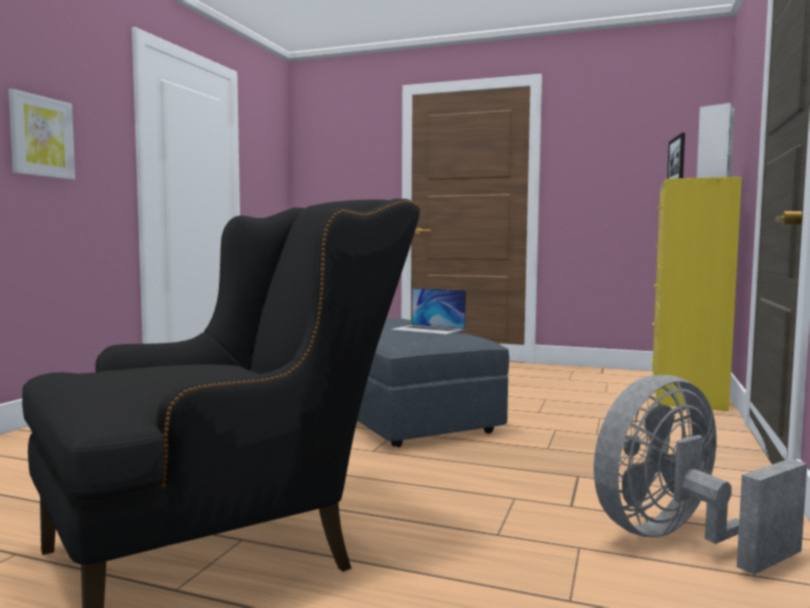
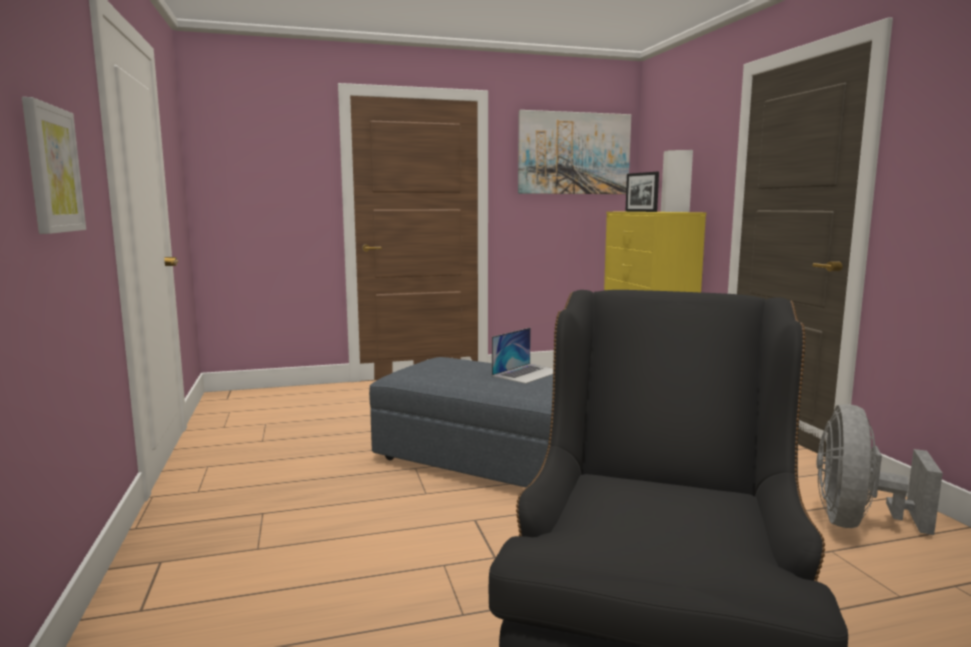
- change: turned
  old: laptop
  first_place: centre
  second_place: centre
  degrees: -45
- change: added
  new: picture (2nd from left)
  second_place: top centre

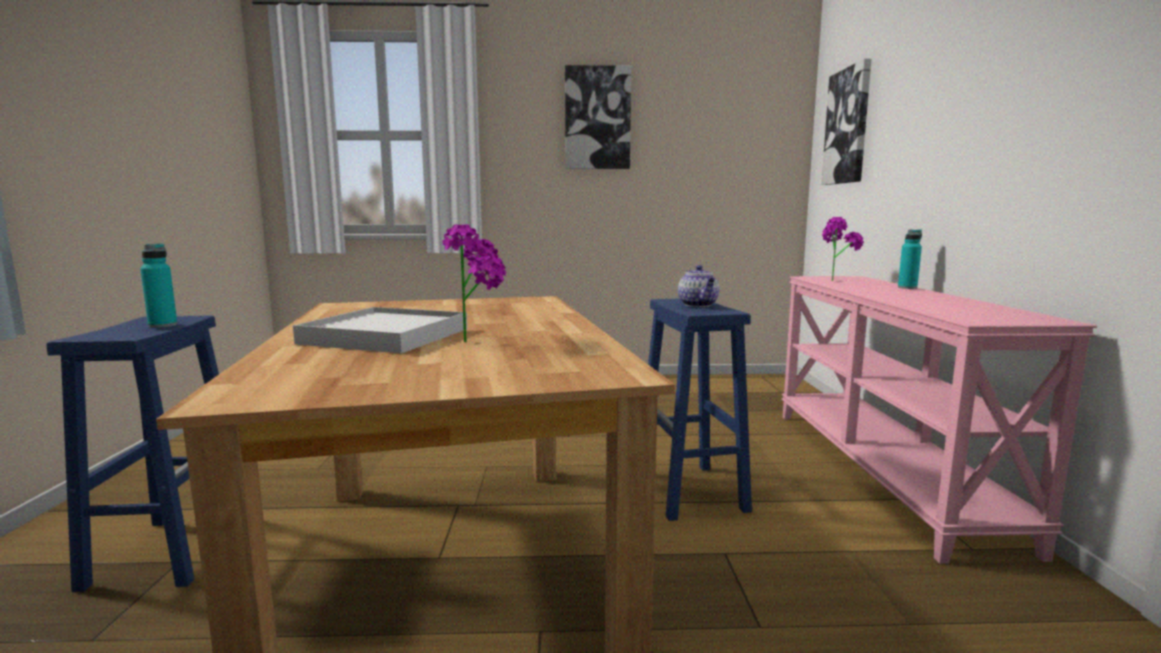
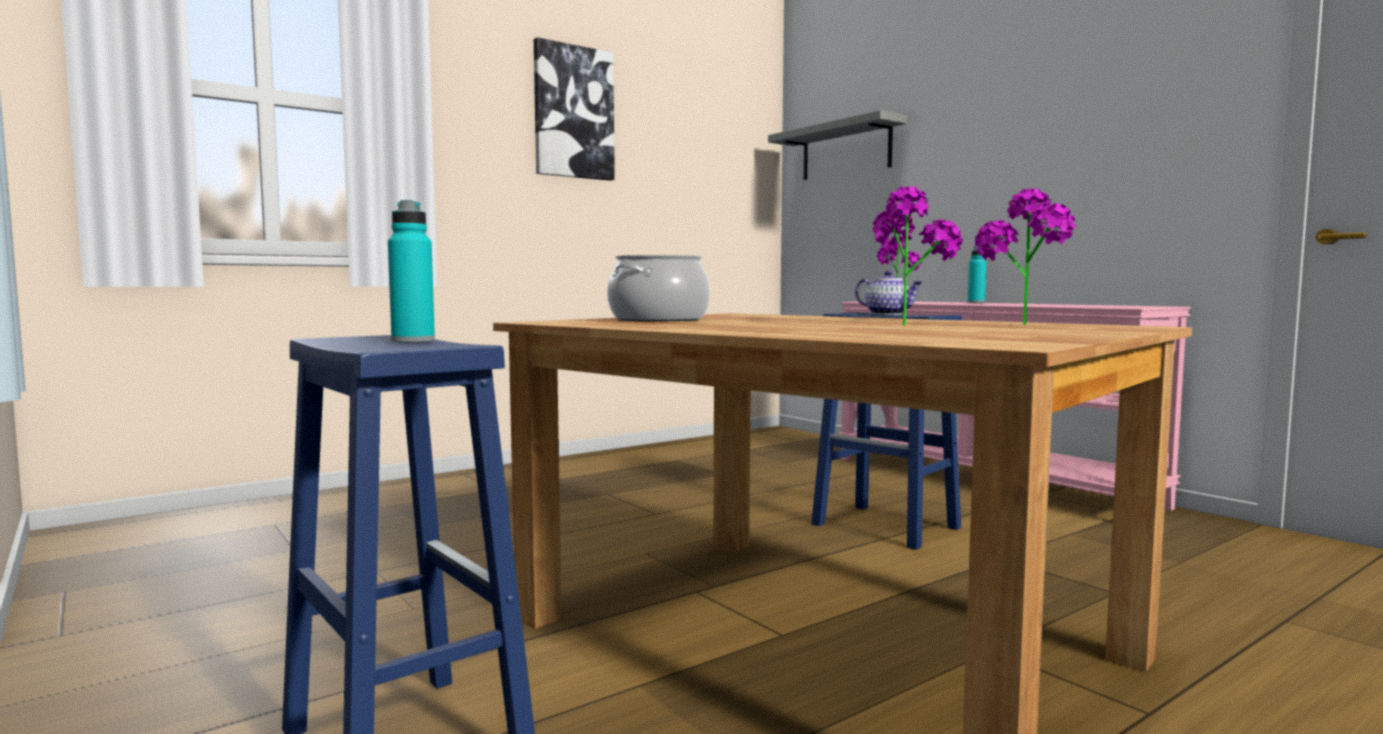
- change: replaced
  old: picture (2nd from left)
  new: shelf (grey)
  first_place: top right
  second_place: top centre
- change: removed
  old: tray (white)
  first_place: middle left
- change: added
  new: potted plant (3rd from left)
  second_place: middle right
- change: added
  new: cooking pot
  second_place: centre

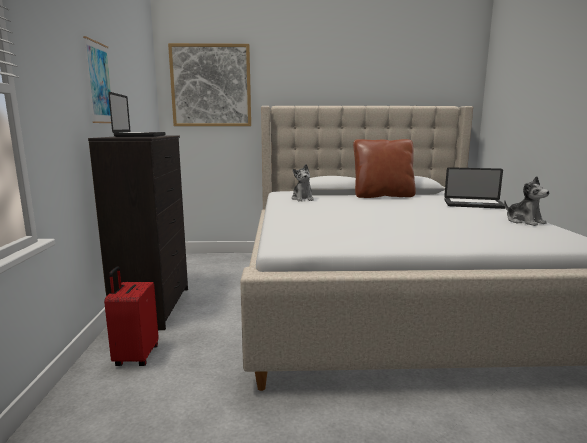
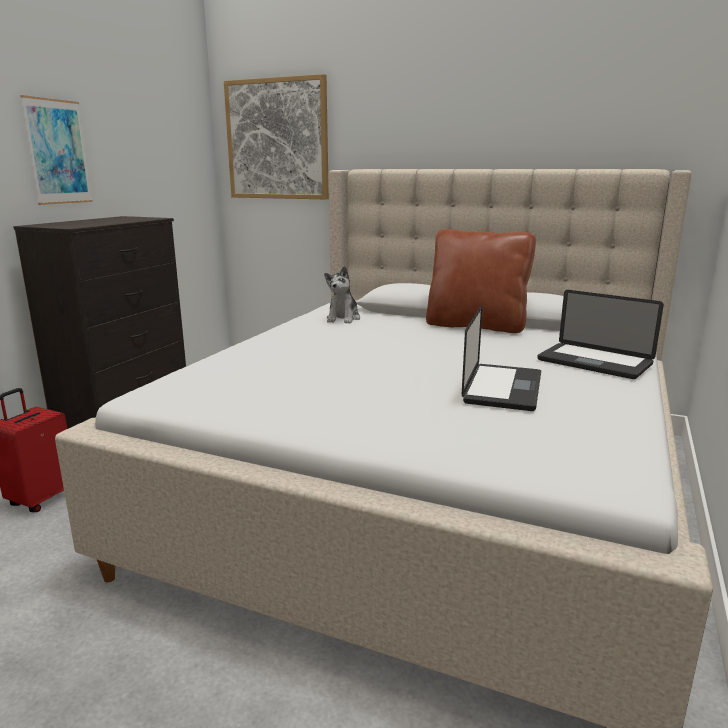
- change: moved
  old: laptop (1st from left)
  first_place: top left
  second_place: middle right
- change: removed
  old: plush toy (2nd from left)
  first_place: middle right

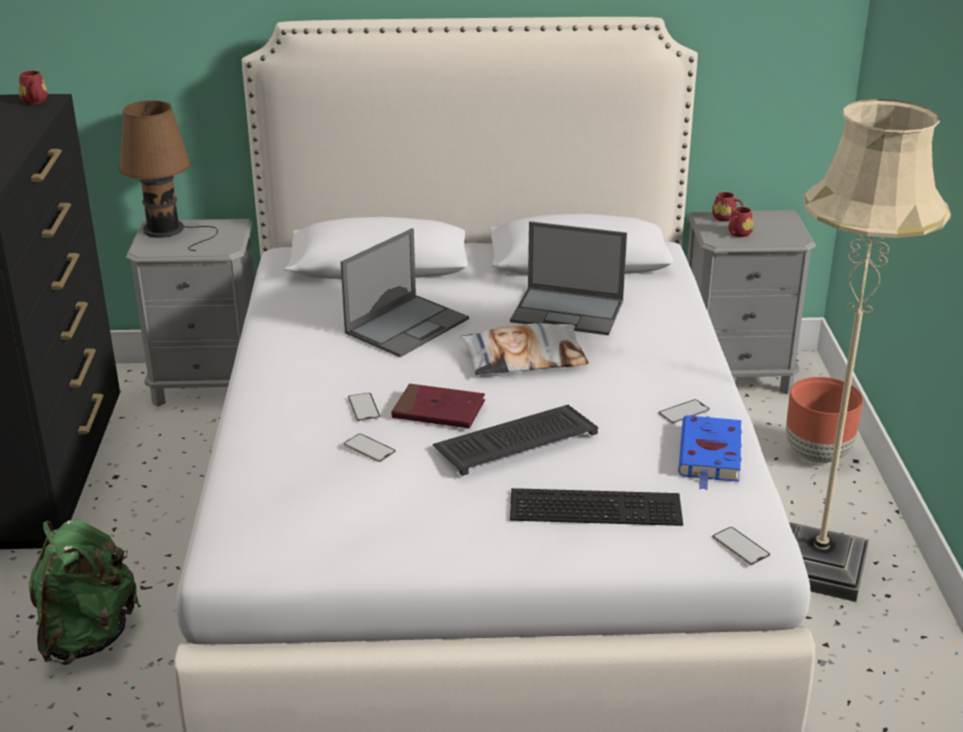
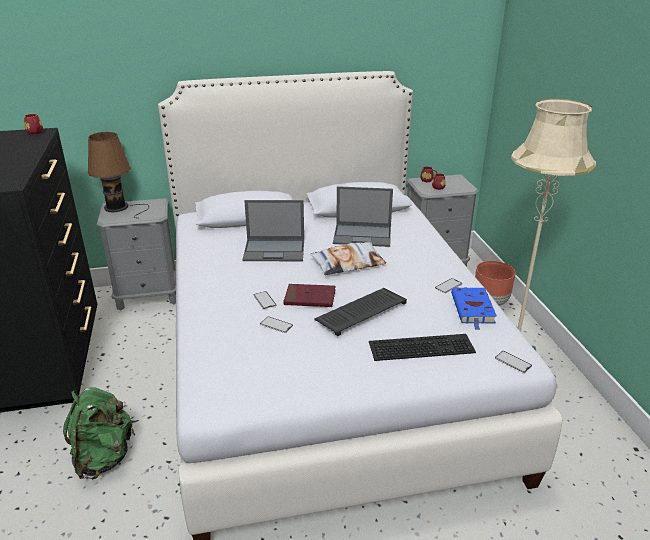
- change: turned
  old: laptop (1st from left)
  first_place: centre
  second_place: centre
  degrees: 60

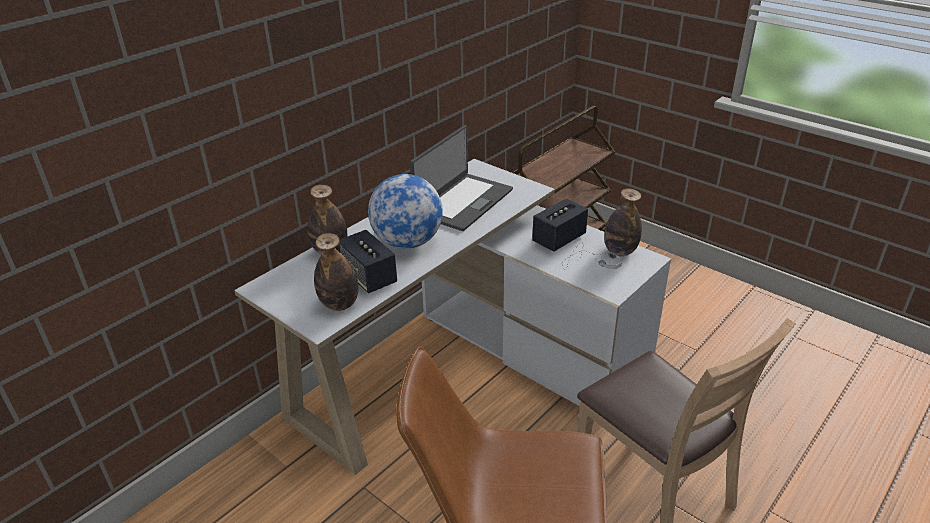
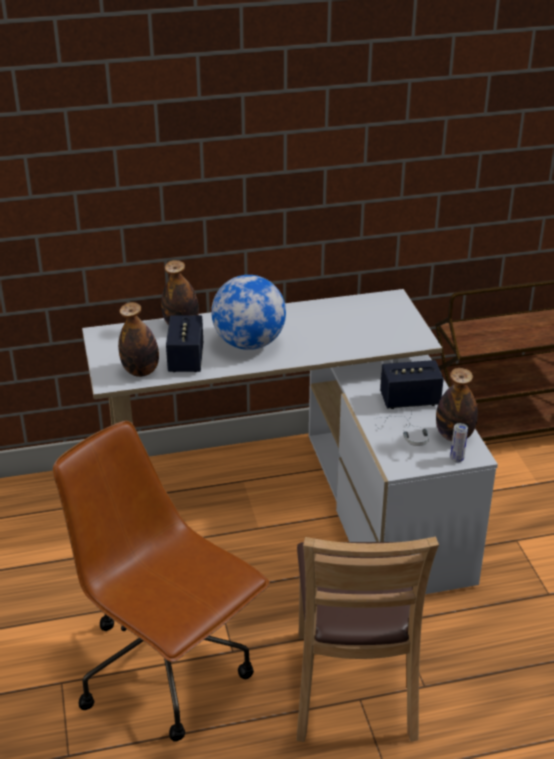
- change: removed
  old: laptop
  first_place: centre
- change: added
  new: can
  second_place: middle right

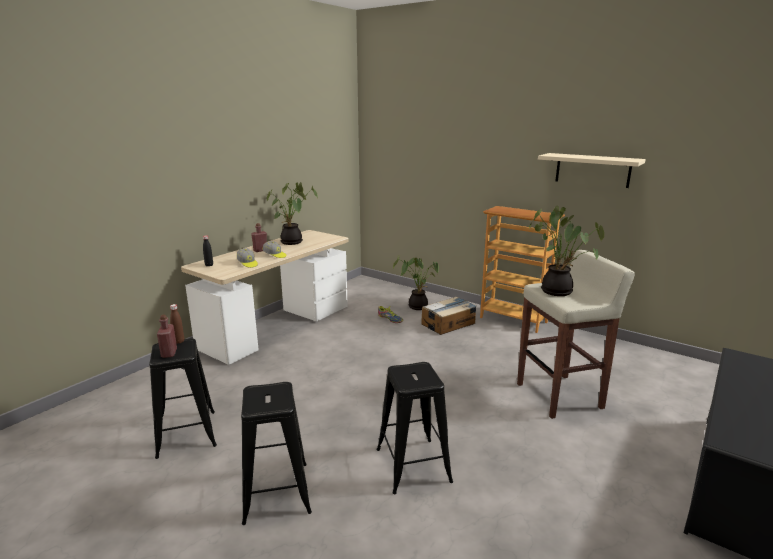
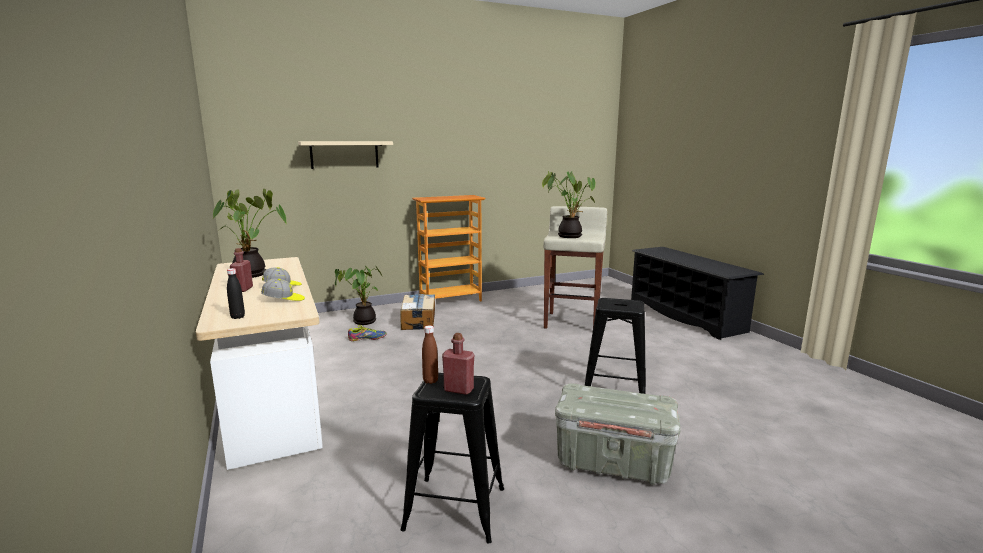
- change: moved
  old: shelf (beige)
  first_place: top right
  second_place: top centre
- change: replaced
  old: stool (black) (2nd from left)
  new: storage box (grey)
  first_place: bottom centre
  second_place: bottom centre

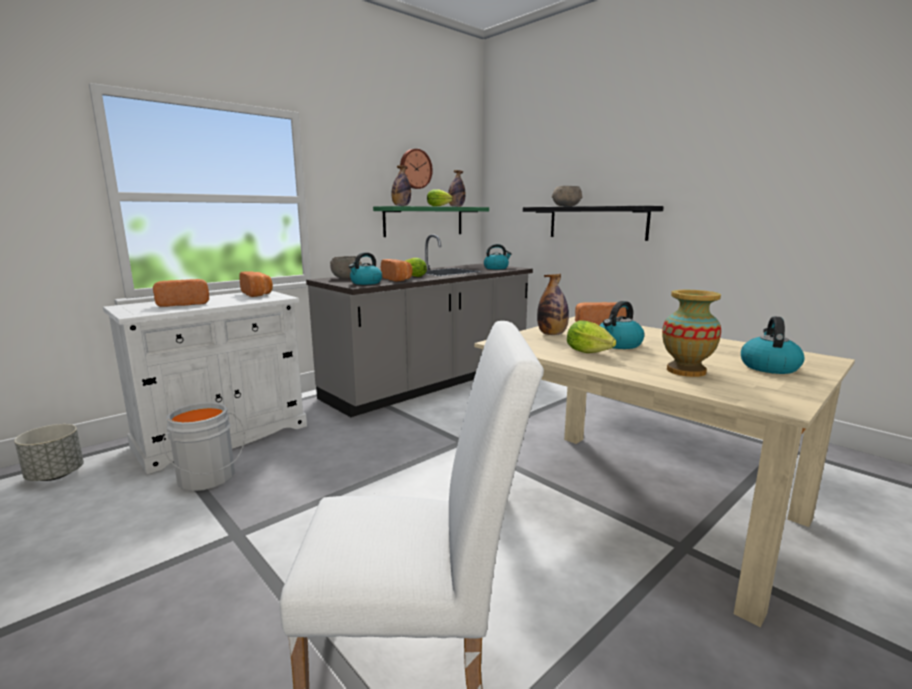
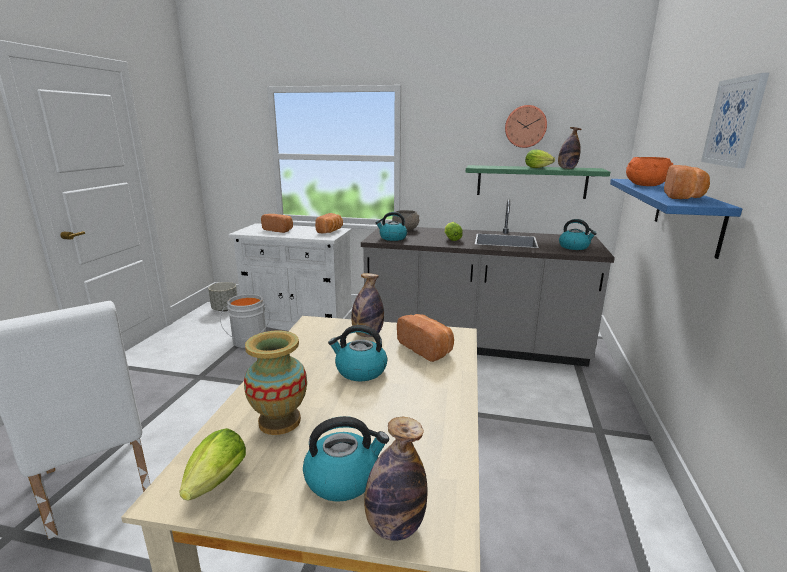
- change: moved
  old: bottle (1st from left in the first image)
  new: bottle (2nd from left)
  first_place: top centre
  second_place: bottom centre
- change: recoloured
  old: bowl (grey) (2nd from left)
  new: bowl (orange)
  first_place: top centre
  second_place: top right
- change: recoloured
  old: shelf (black)
  new: shelf (blue)
  first_place: top centre
  second_place: middle right
- change: moved
  old: bread (3rd from left in the first image)
  new: bread (4th from left)
  first_place: centre
  second_place: top right
- change: moved
  old: lettuce (3rd from left in the first image)
  new: lettuce (1st from left)
  first_place: centre
  second_place: bottom left
- change: added
  new: picture
  second_place: top right

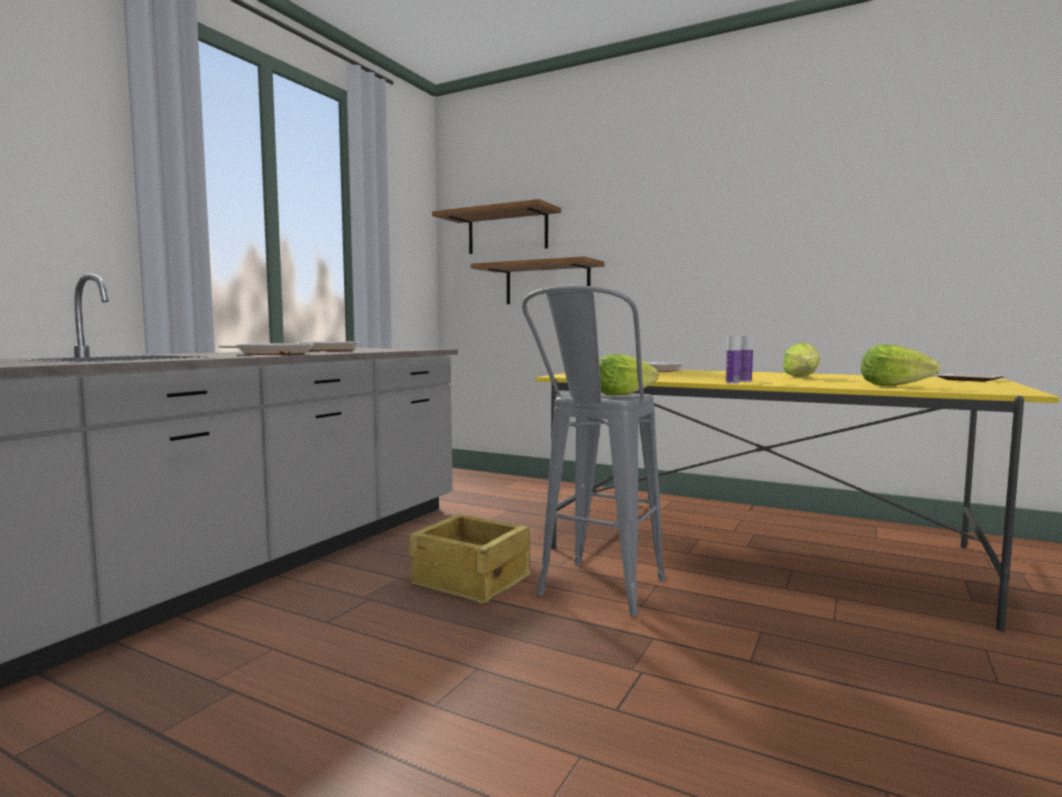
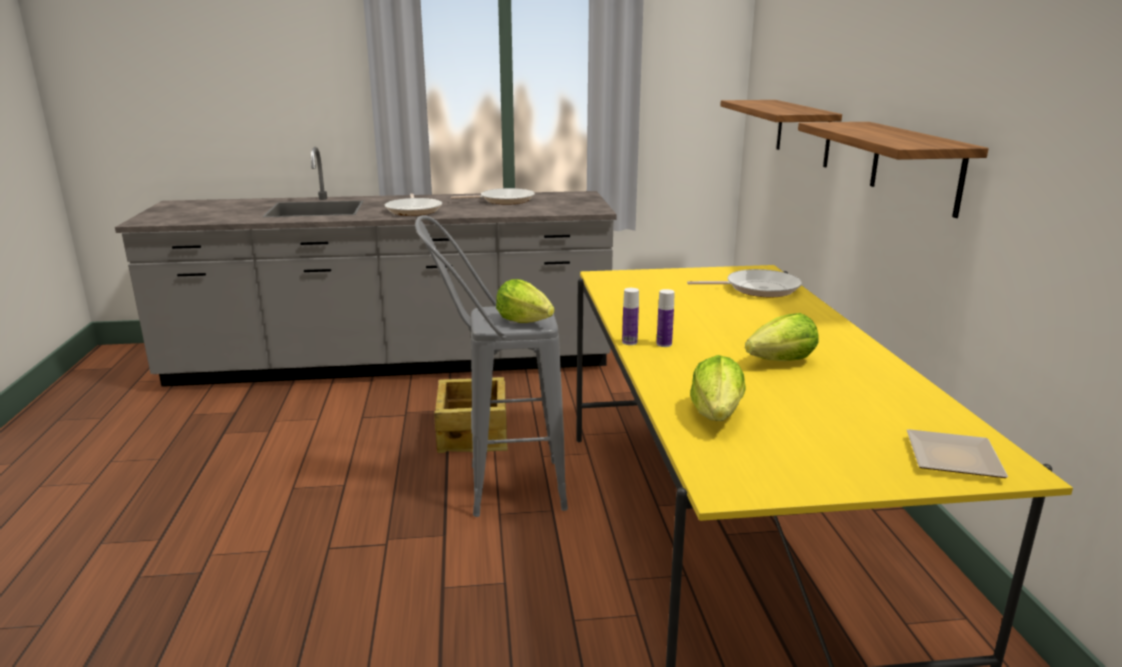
- change: moved
  old: shelf (1st from left in the first image)
  new: shelf (2nd from left)
  first_place: top centre
  second_place: top right

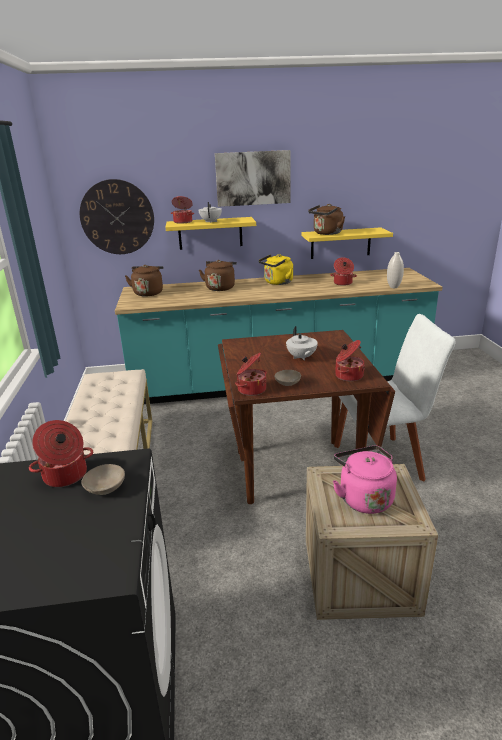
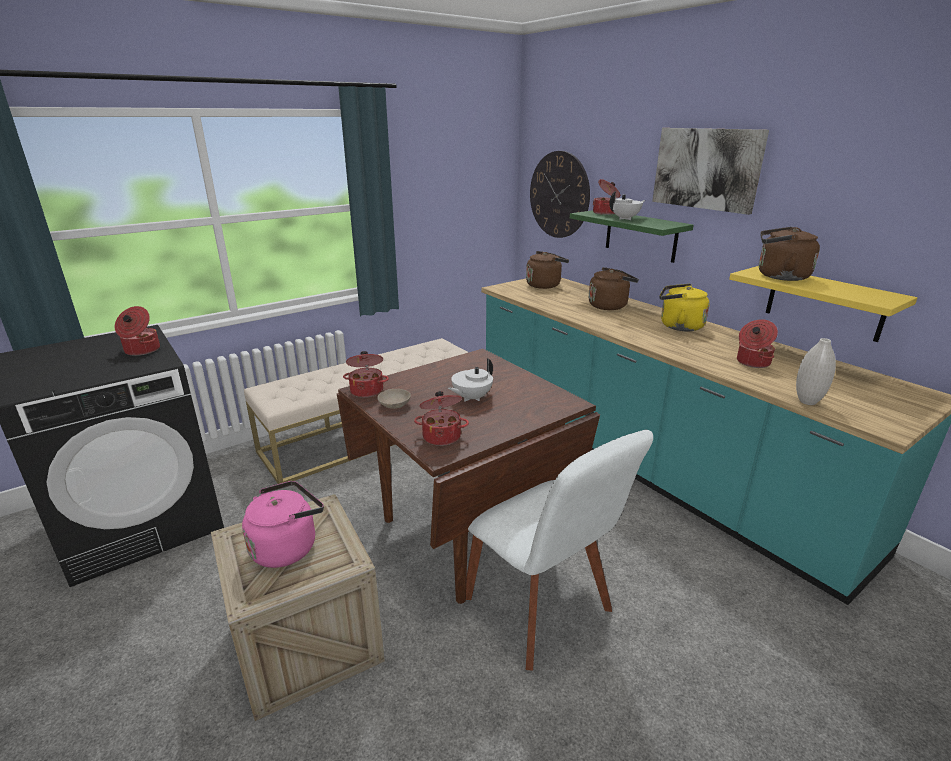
- change: recoloured
  old: shelf (yellow) (1st from left)
  new: shelf (green)
  first_place: top centre
  second_place: top centre
- change: removed
  old: bowl (beige) (1st from left)
  first_place: middle left

